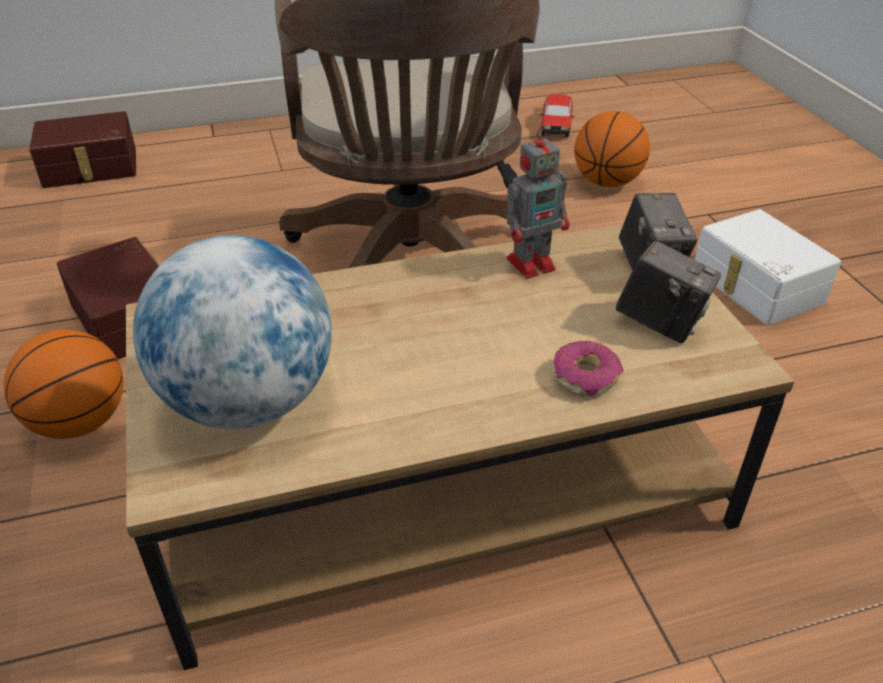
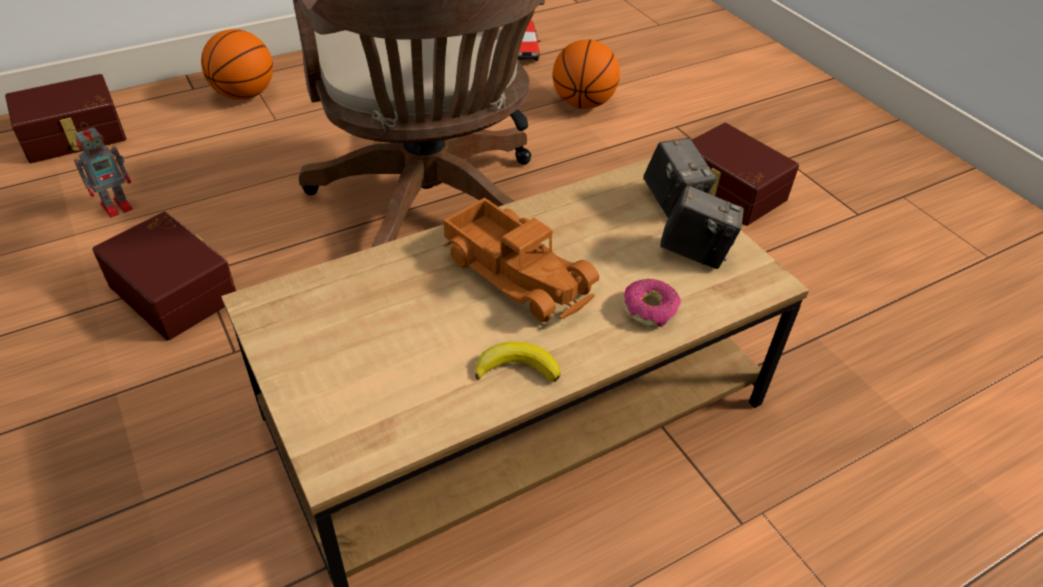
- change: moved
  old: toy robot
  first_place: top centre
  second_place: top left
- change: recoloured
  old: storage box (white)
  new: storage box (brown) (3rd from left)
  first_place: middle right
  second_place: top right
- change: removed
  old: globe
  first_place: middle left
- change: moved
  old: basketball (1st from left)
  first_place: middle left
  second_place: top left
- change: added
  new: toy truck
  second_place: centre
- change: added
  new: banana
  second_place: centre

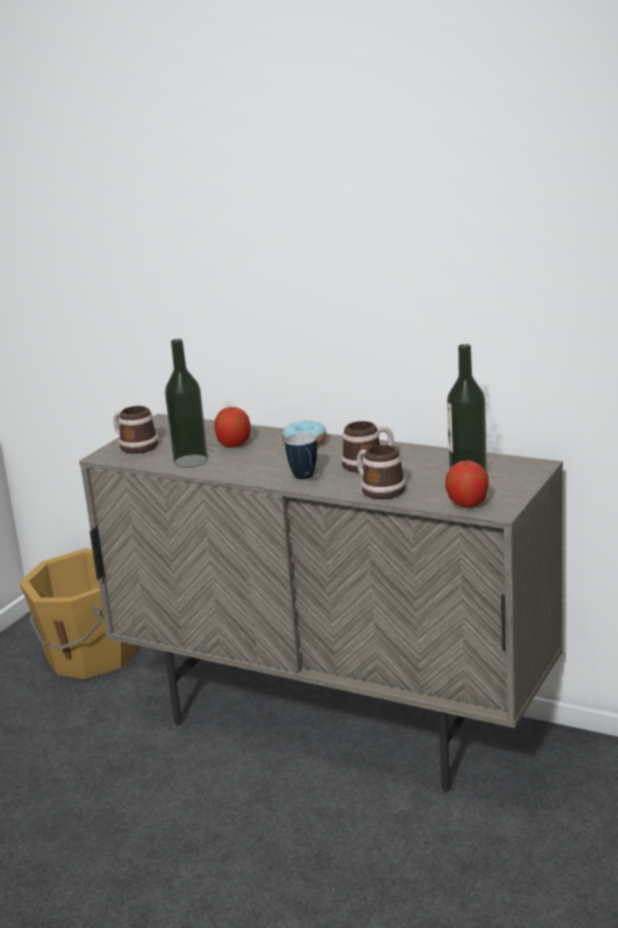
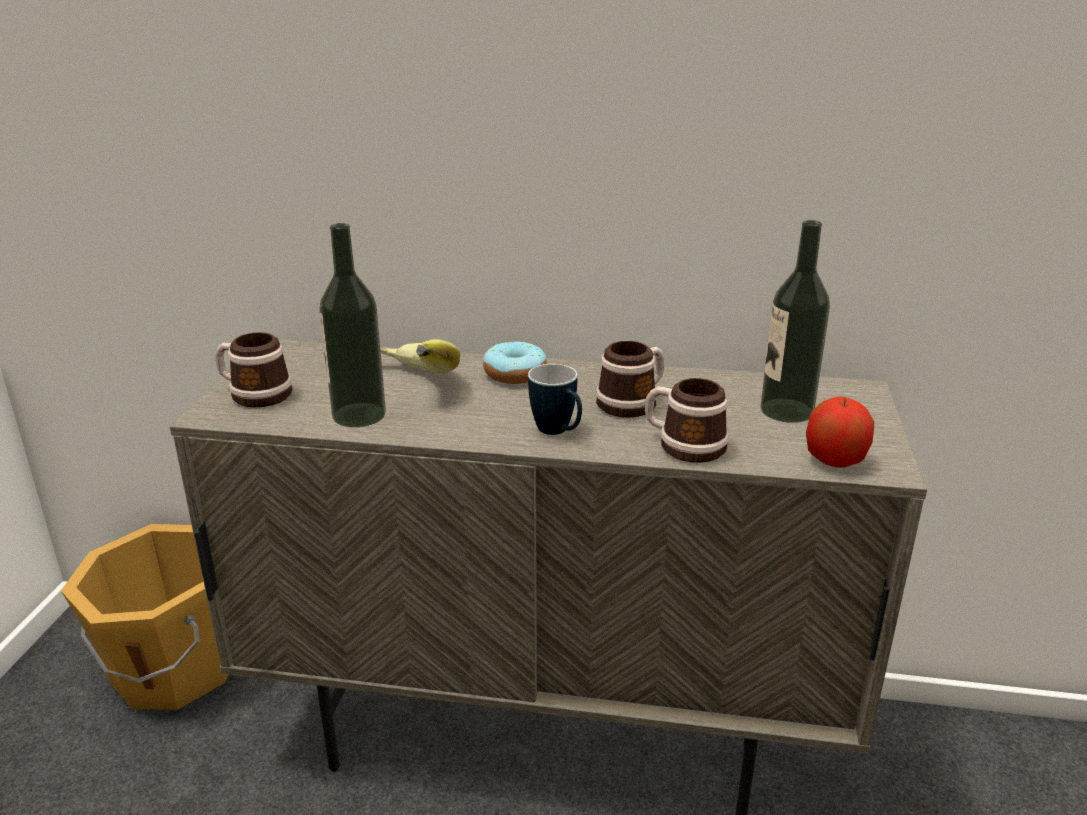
- change: replaced
  old: apple (1st from left)
  new: banana
  first_place: centre
  second_place: centre

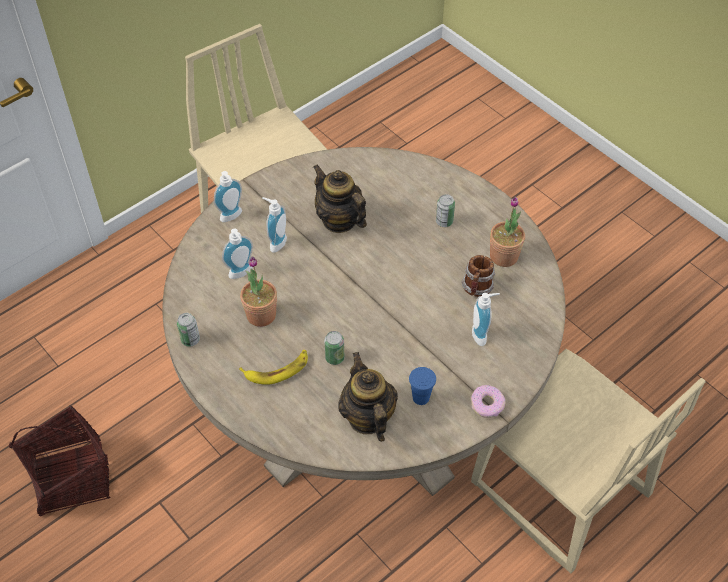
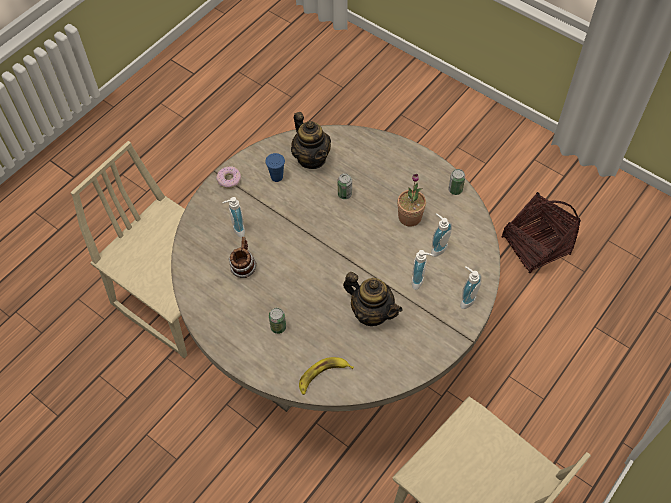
- change: removed
  old: potted plant (2nd from left)
  first_place: middle right
- change: moved
  old: banana
  first_place: centre
  second_place: bottom centre

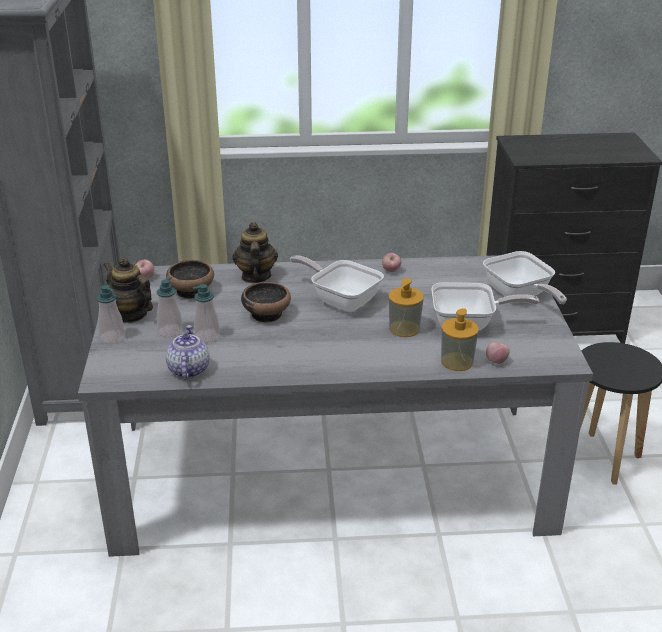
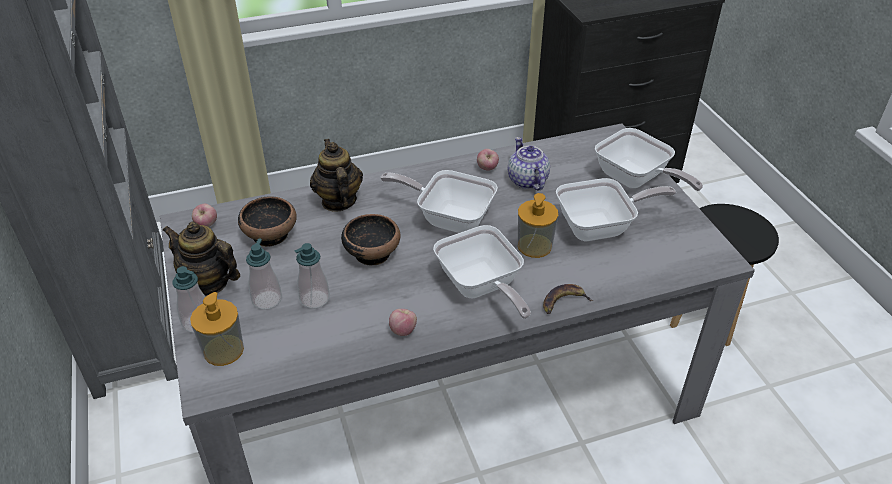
- change: moved
  old: soap dispenser (5th from left in the first image)
  new: soap dispenser (2nd from left)
  first_place: middle right
  second_place: bottom left
- change: moved
  old: teapot (2nd from left in the first image)
  new: teapot (3rd from left)
  first_place: middle left
  second_place: centre
- change: moved
  old: apple (3rd from left in the first image)
  new: apple (2nd from left)
  first_place: middle right
  second_place: centre
- change: added
  new: frying pan (2nd from left)
  second_place: centre
- change: added
  new: banana
  second_place: centre

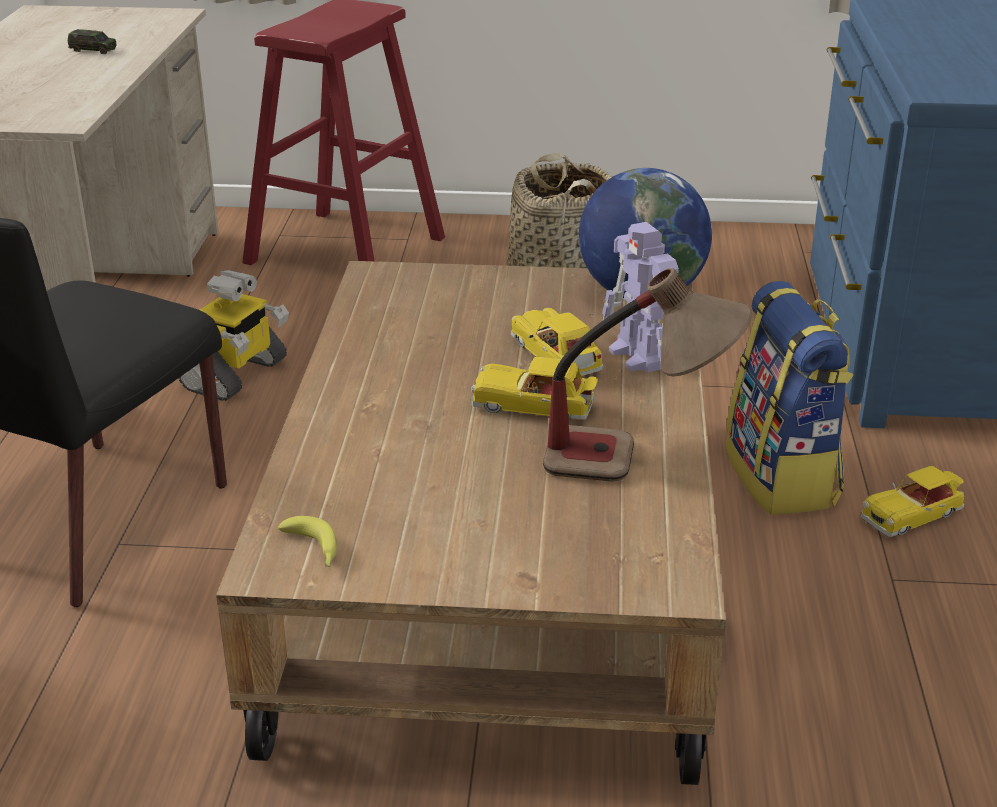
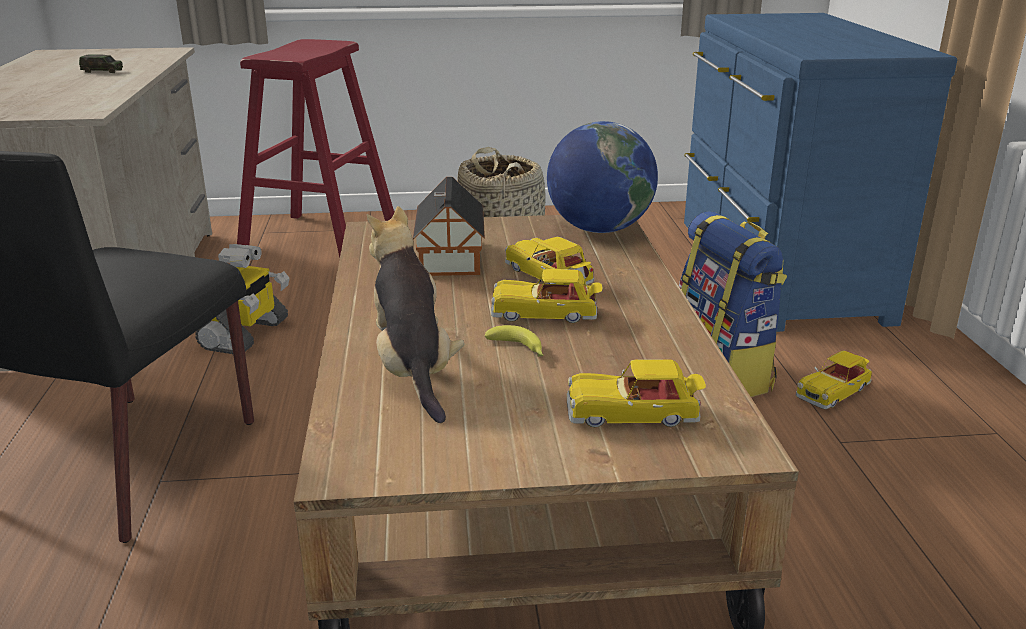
- change: removed
  old: toy robot (2nd from left)
  first_place: centre
- change: removed
  old: table lamp
  first_place: centre
- change: moved
  old: banana
  first_place: bottom left
  second_place: centre
- change: added
  new: toy house
  second_place: centre
- change: added
  new: plush toy
  second_place: centre
- change: added
  new: toy car (4th from left)
  second_place: centre

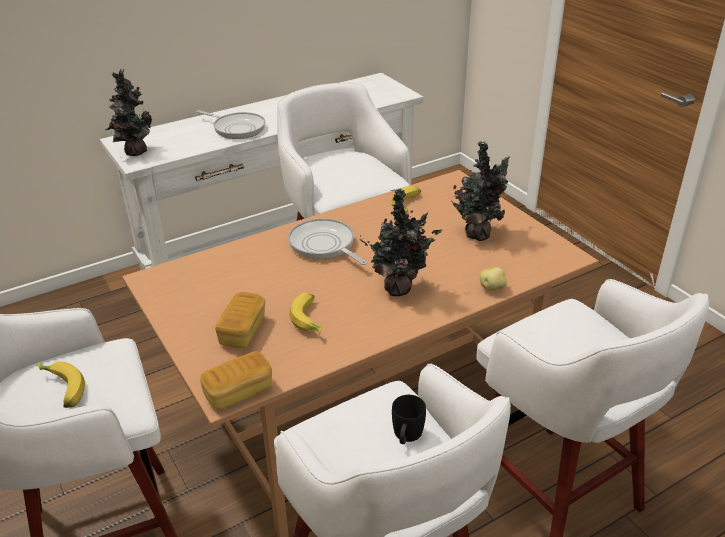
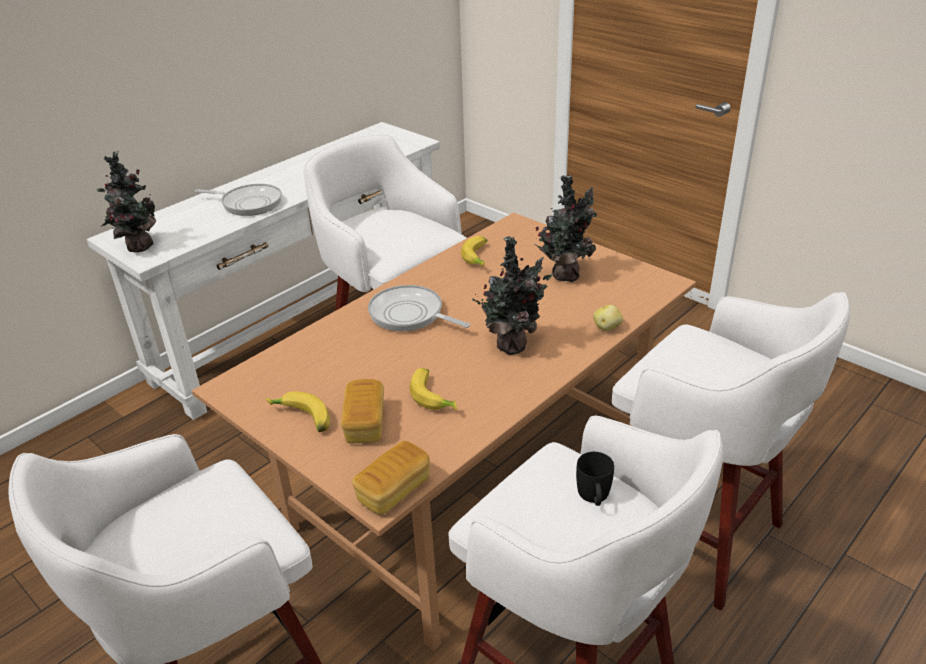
- change: moved
  old: banana (1st from left)
  first_place: bottom left
  second_place: middle left

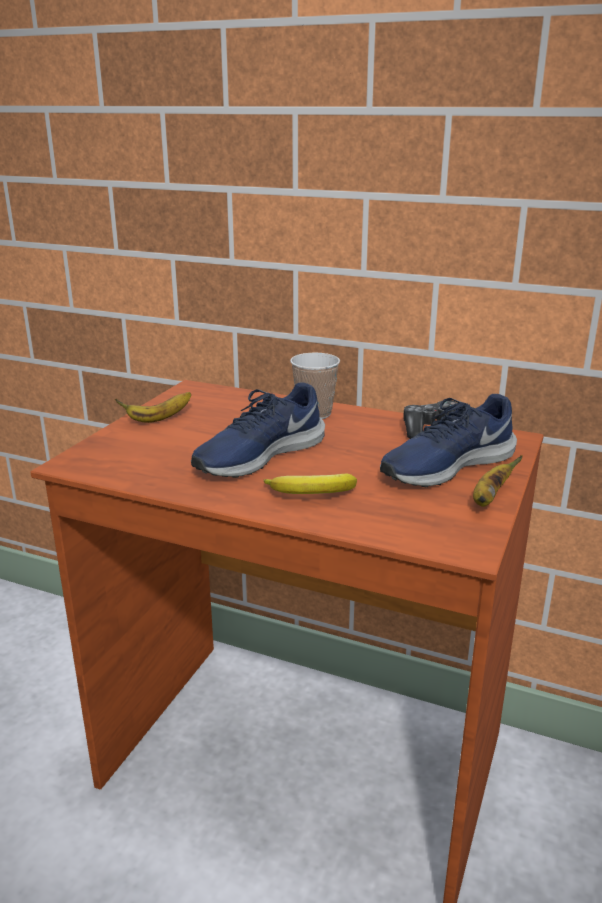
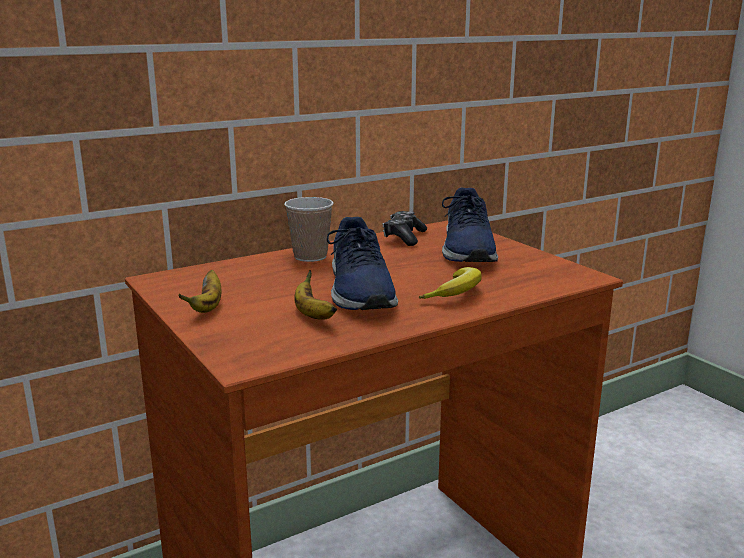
- change: moved
  old: banana (3rd from left in the first image)
  new: banana (2nd from left)
  first_place: middle right
  second_place: centre

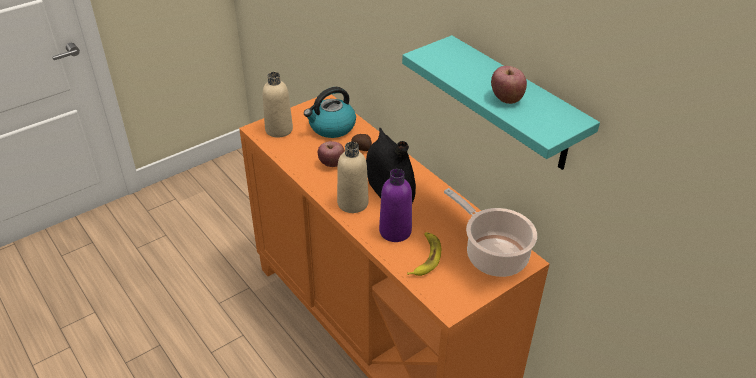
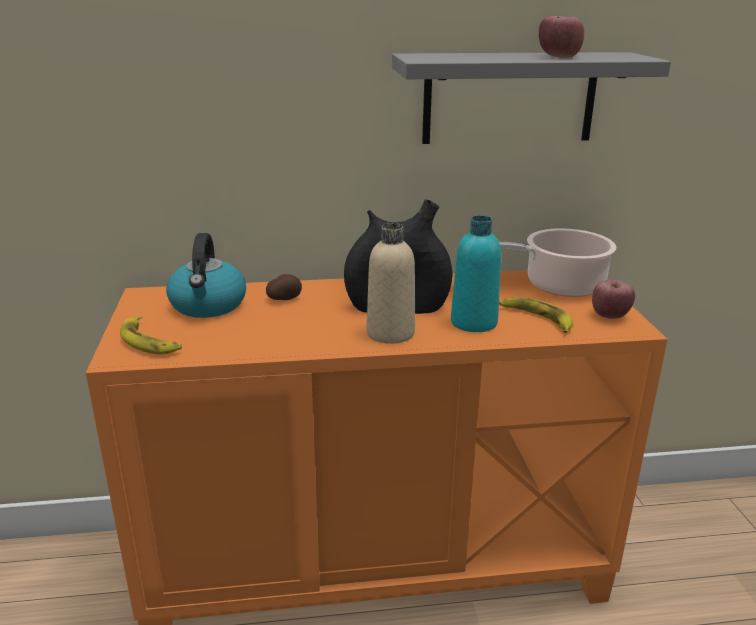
- change: recoloured
  old: shelf (turquoise)
  new: shelf (grey)
  first_place: top centre
  second_place: top right
- change: replaced
  old: bottle (beige) (1st from left)
  new: banana (1st from left)
  first_place: top centre
  second_place: middle left
- change: moved
  old: apple (1st from left in the first image)
  new: apple (2nd from left)
  first_place: centre
  second_place: middle right
- change: recoloured
  old: bottle (purple)
  new: bottle (turquoise)
  first_place: centre
  second_place: centre

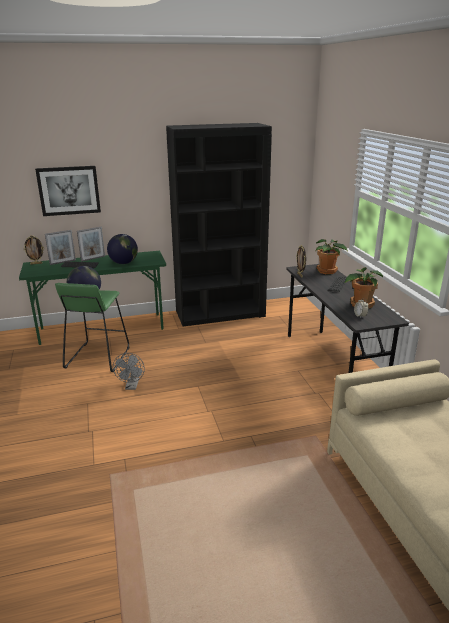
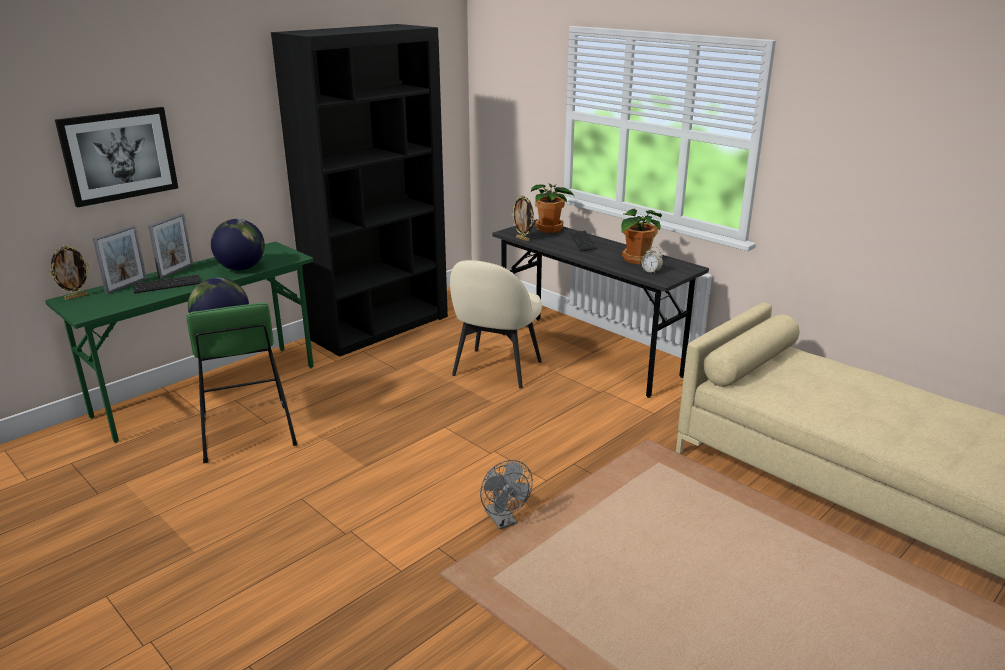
- change: moved
  old: fan (grey)
  first_place: middle left
  second_place: bottom centre
- change: added
  new: chair (beige)
  second_place: centre

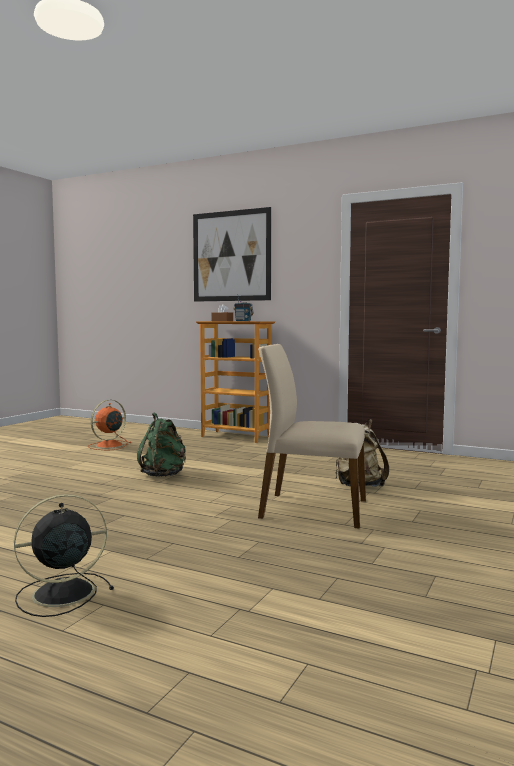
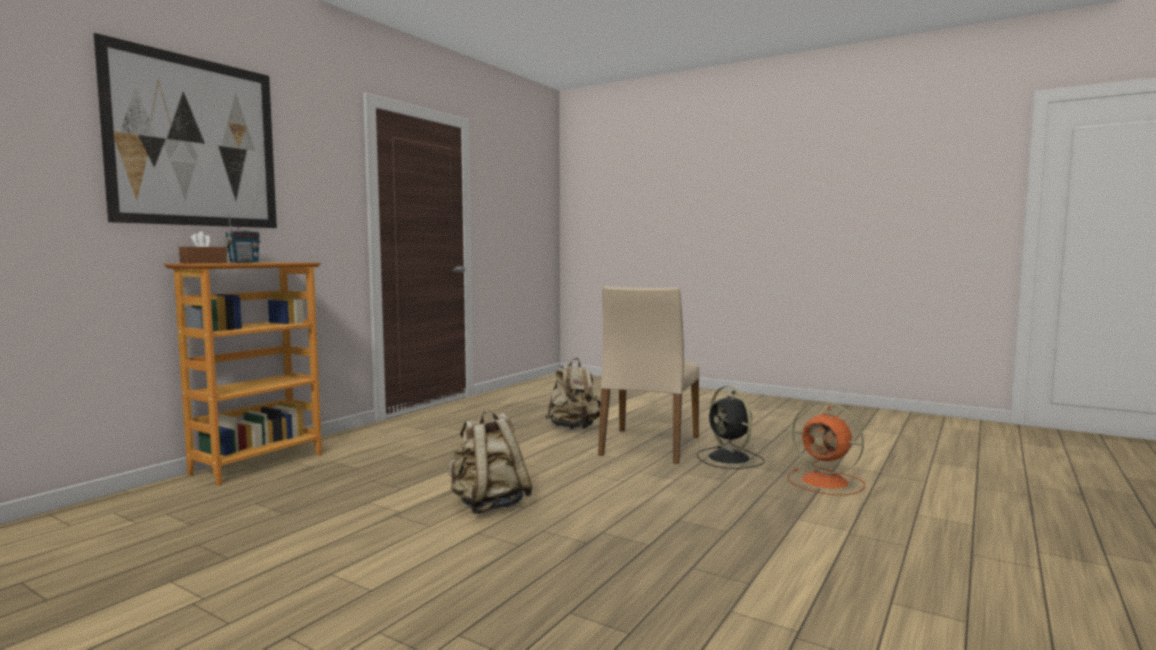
- change: moved
  old: fan (orange)
  first_place: middle left
  second_place: bottom right
- change: recoloured
  old: backpack (green)
  new: backpack (beige) (1st from left)
  first_place: middle left
  second_place: bottom centre
- change: moved
  old: fan (black)
  first_place: bottom left
  second_place: centre

